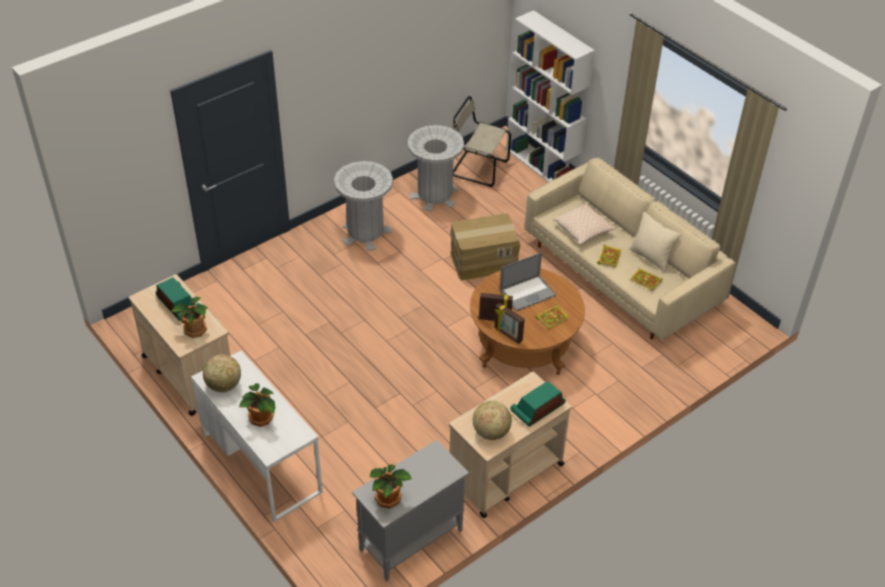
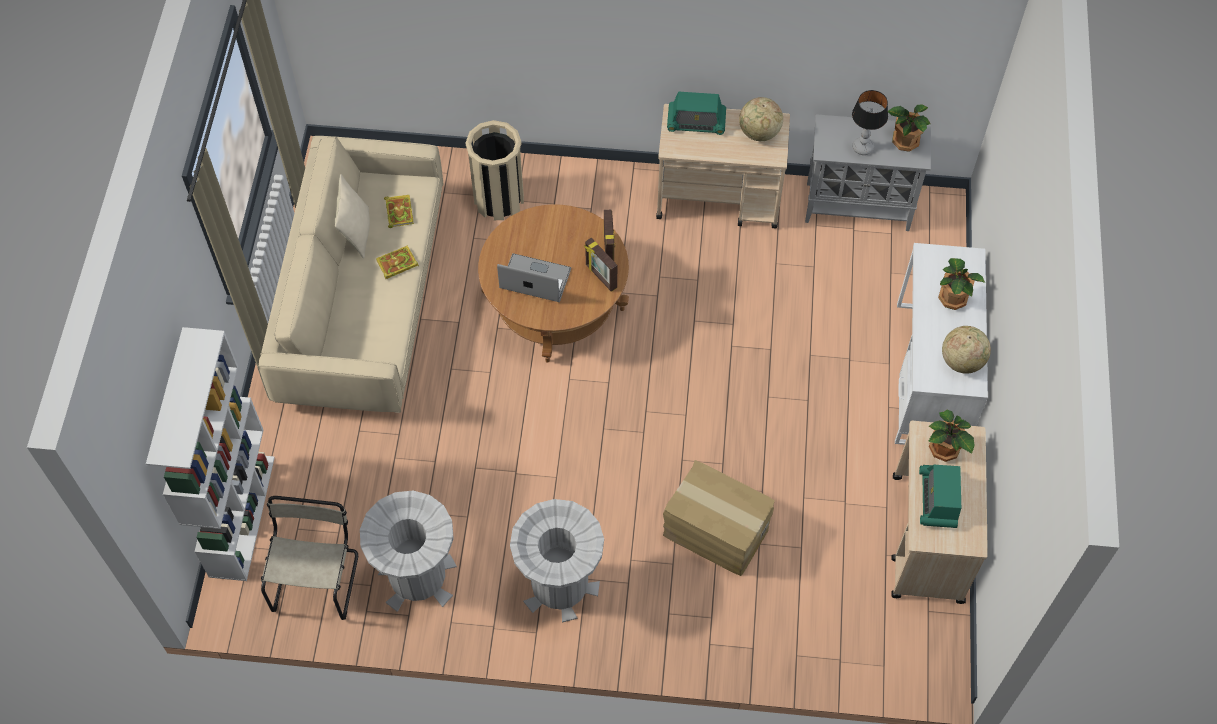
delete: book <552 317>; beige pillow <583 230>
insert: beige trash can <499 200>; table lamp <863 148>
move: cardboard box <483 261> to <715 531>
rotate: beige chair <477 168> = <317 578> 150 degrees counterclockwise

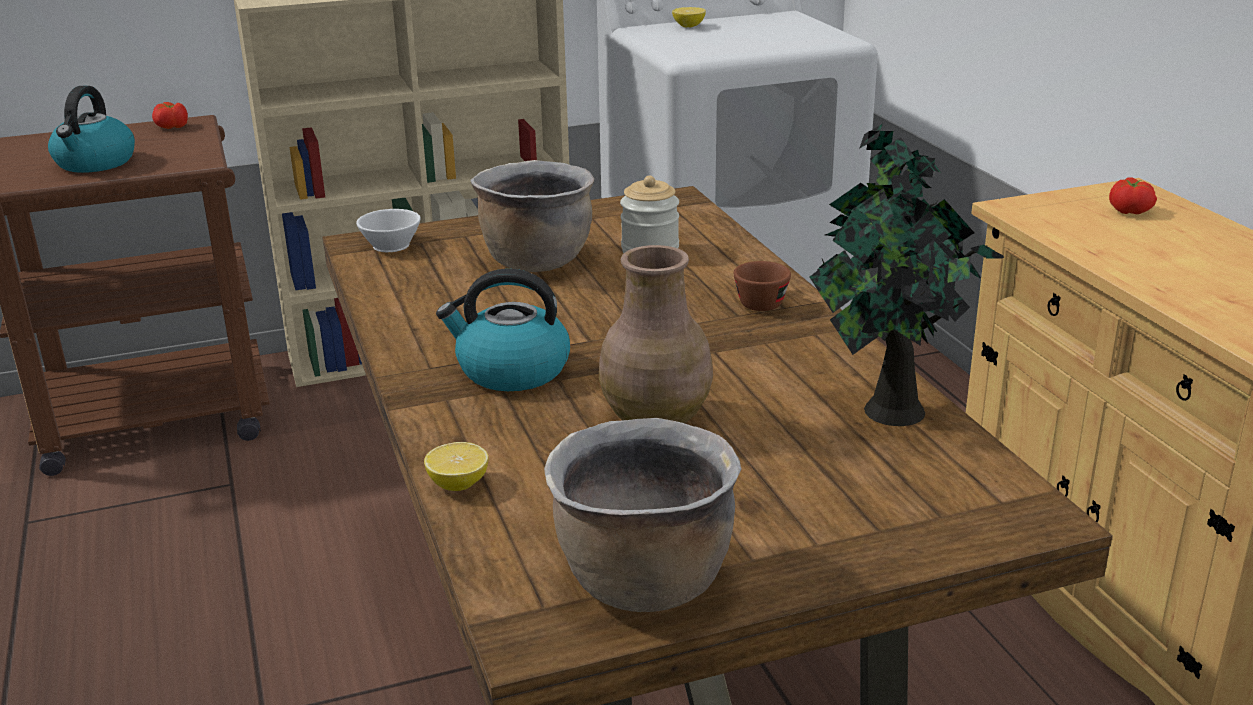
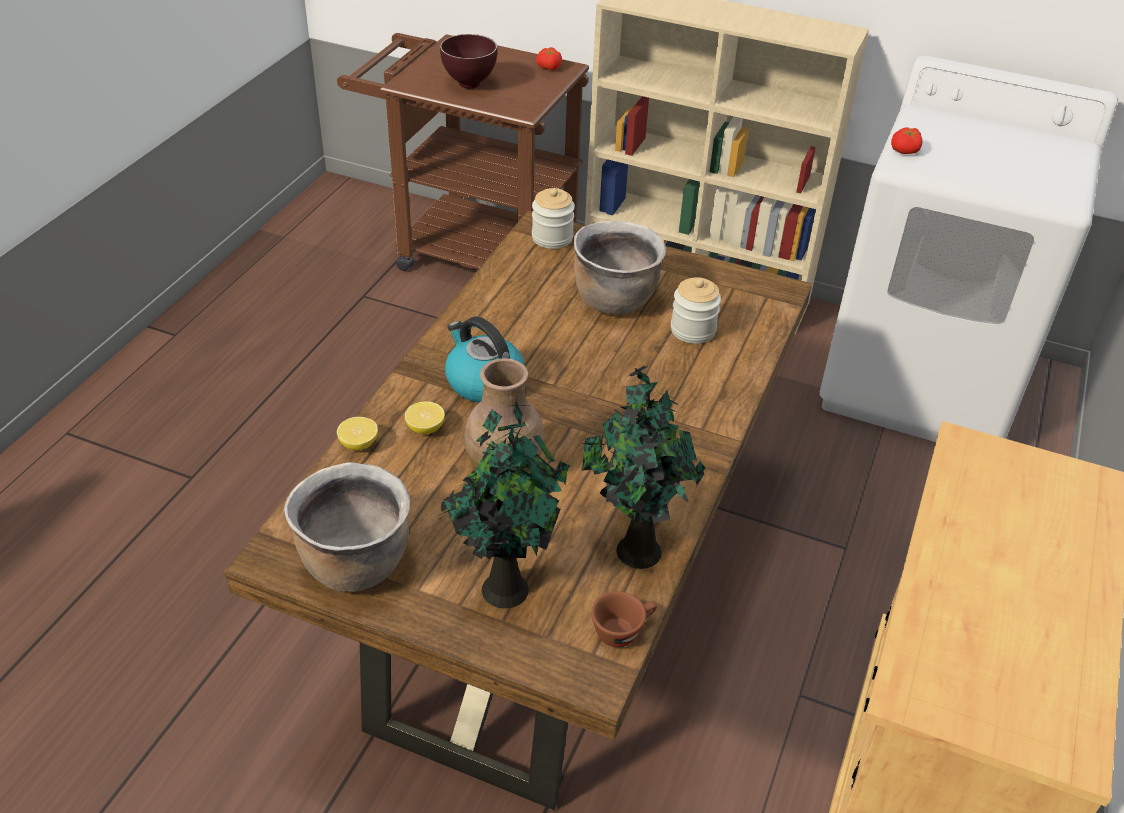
insert: potted plant <505 585>
move: lemon <689 26> to <425 428>; brown cup <762 301> to <623 630>; tomato <1130 211> to <905 151>
replace: kettle <95 163> to brown bowl <471 85>; white cup <388 244> to jar <552 238>

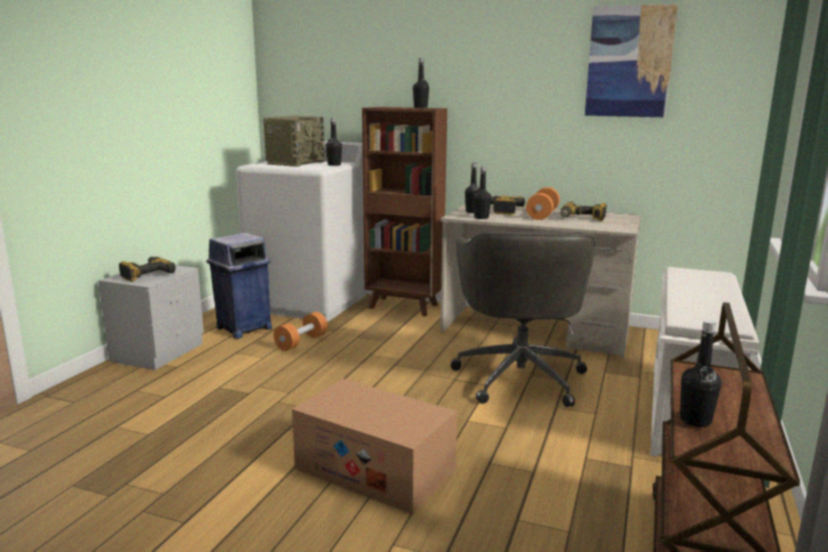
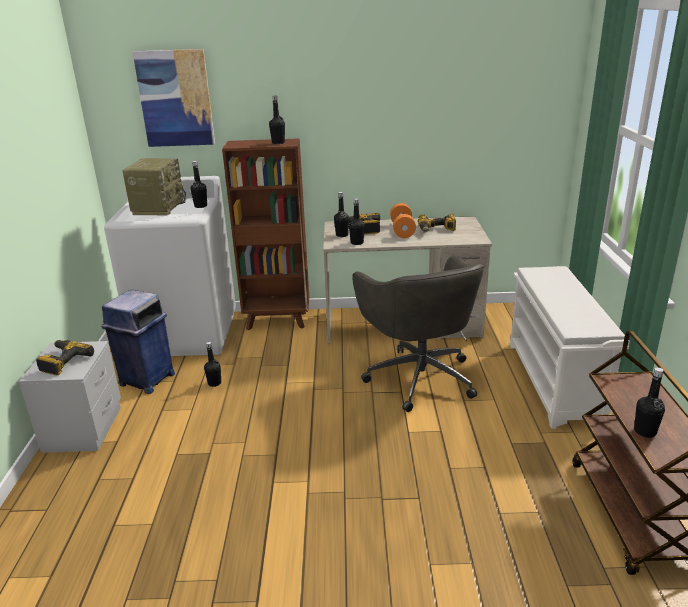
delete: cardboard box <375 469>
move: picture <629 62> to <175 99>
replace: orange dumbbell <301 342> to black bottle <214 383>

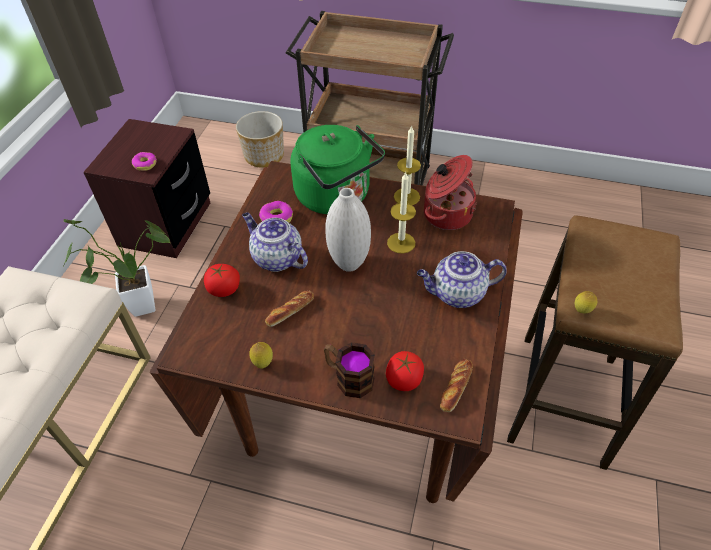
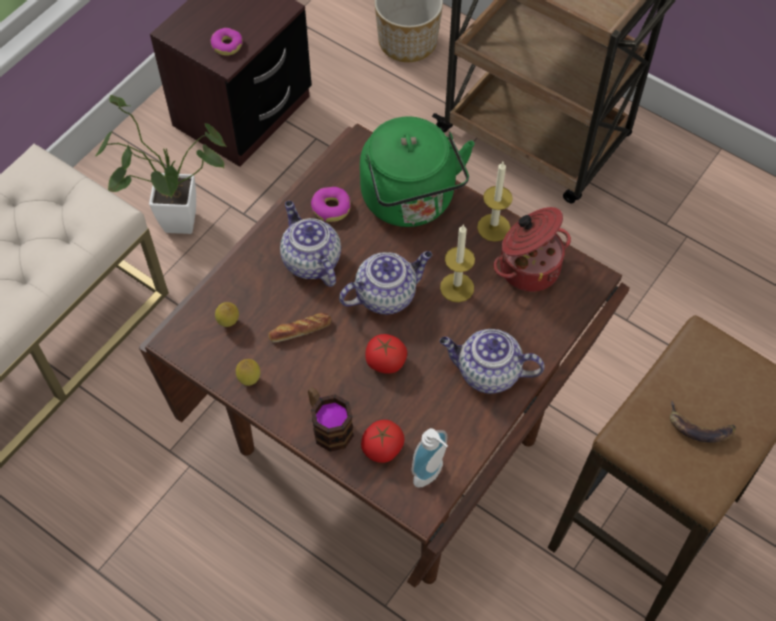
insert: banana <699 427>
move: lemon <581 311> to <228 323>; tomato <224 289> to <386 362>
replace: white vase <349 264> to teapot <386 294>; bread <456 387> to soap dispenser <431 475>

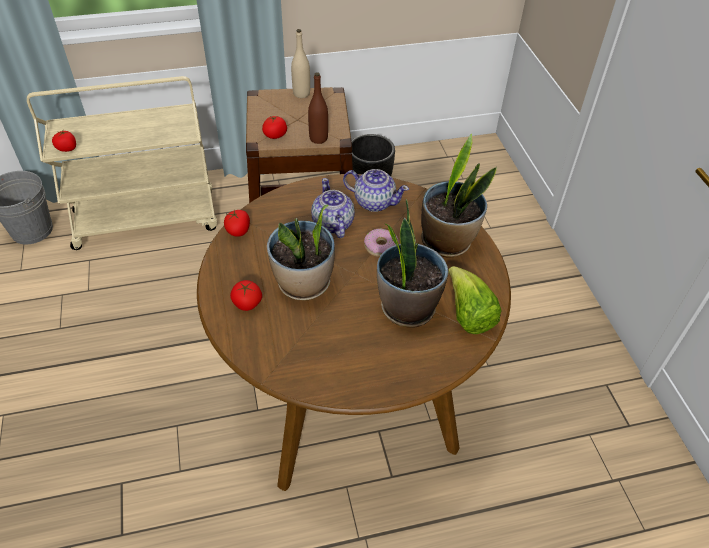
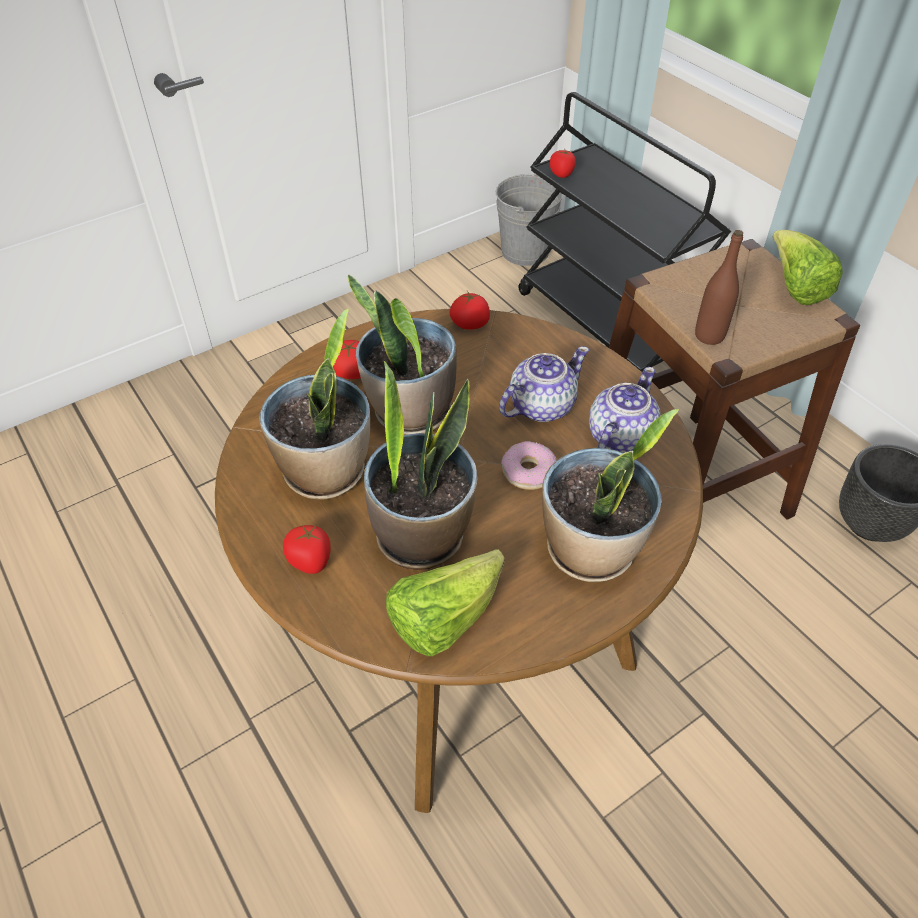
insert: potted plant <326 473>
move: tomato <275 135> to <310 561>
replace: beige bottle <301 94> to lettuce <795 287>
recolor: beige cart <147 219> to black cart <606 326>
rotate: teapot <374 202> = <619 437> 150 degrees counterclockwise

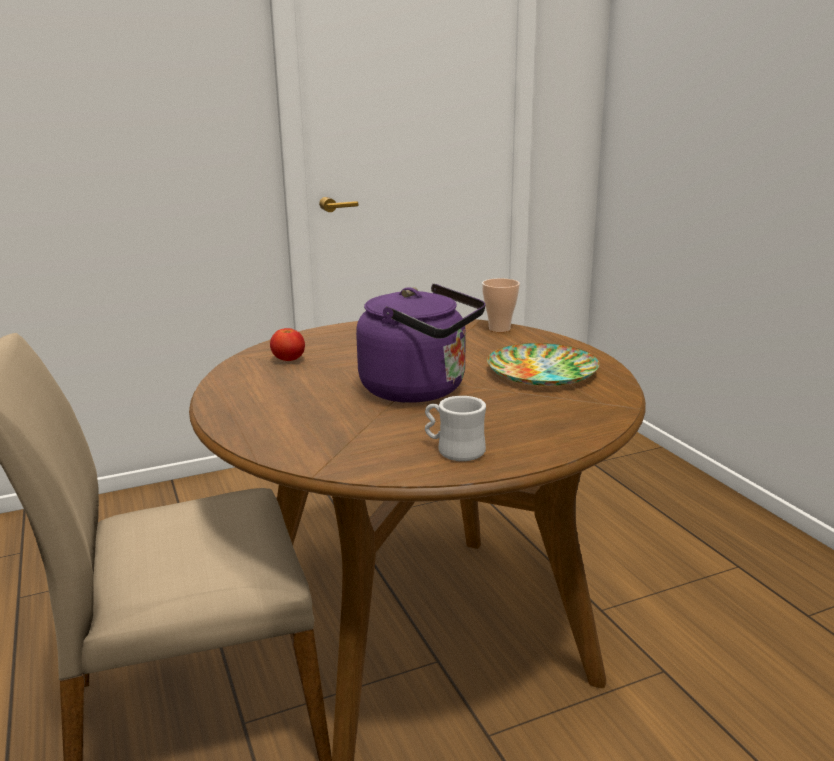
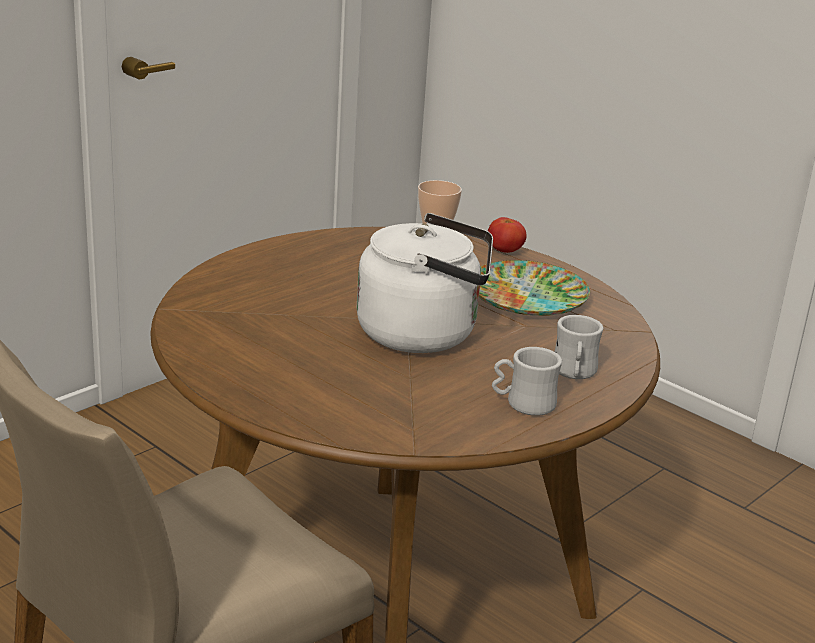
insert: white mug <574 373>
move: tomato <288 360> to <505 251>
recolor: purple kettle <420 390> to white kettle <424 334>

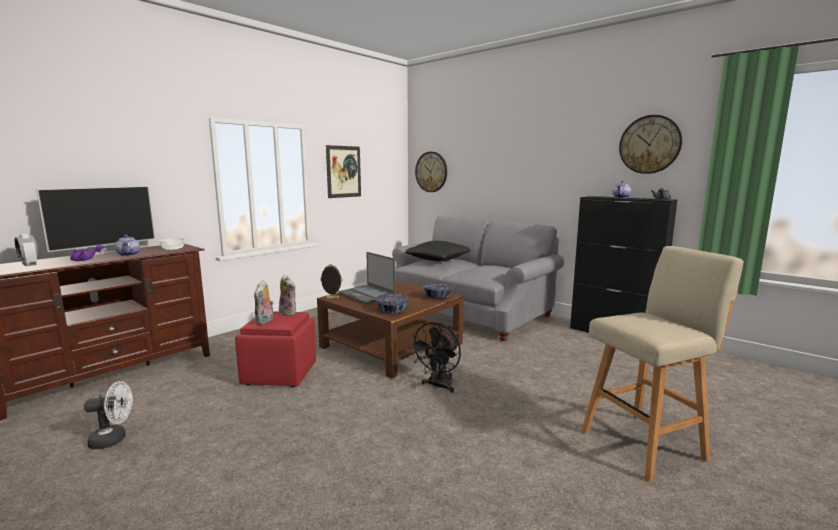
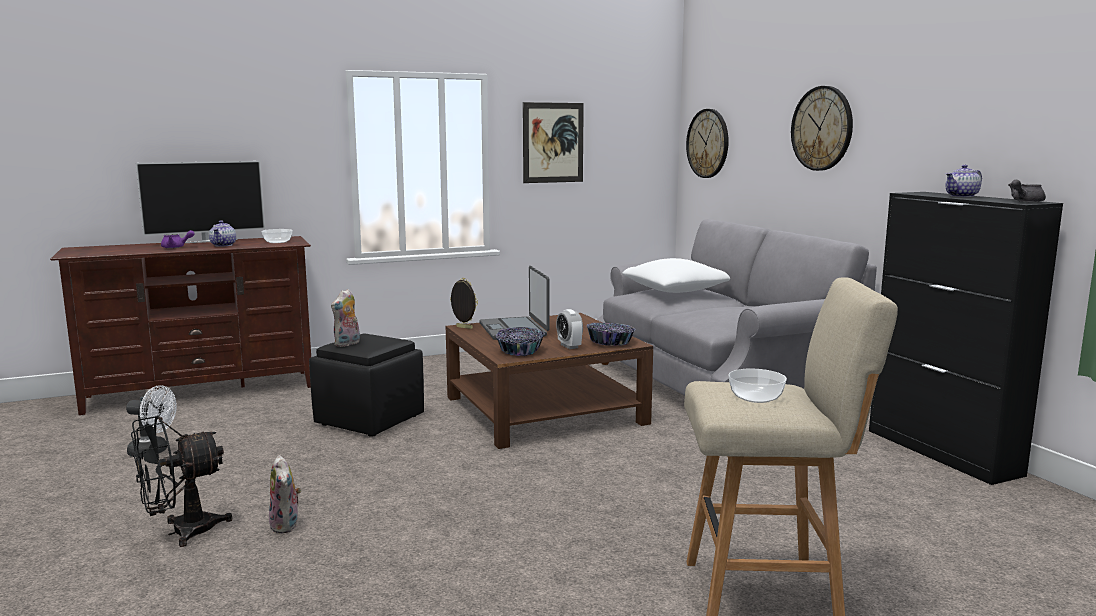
insert: bowl <756 397>
move: black fan <438 386> to <181 532>; plush toy <289 313> to <287 525>; alarm clock <29 264> to <569 346>; wall clock <649 144> to <822 128>
recolor: red ottoman <279 373> to black ottoman <369 419>; black pillow <438 260> to white pillow <675 290>

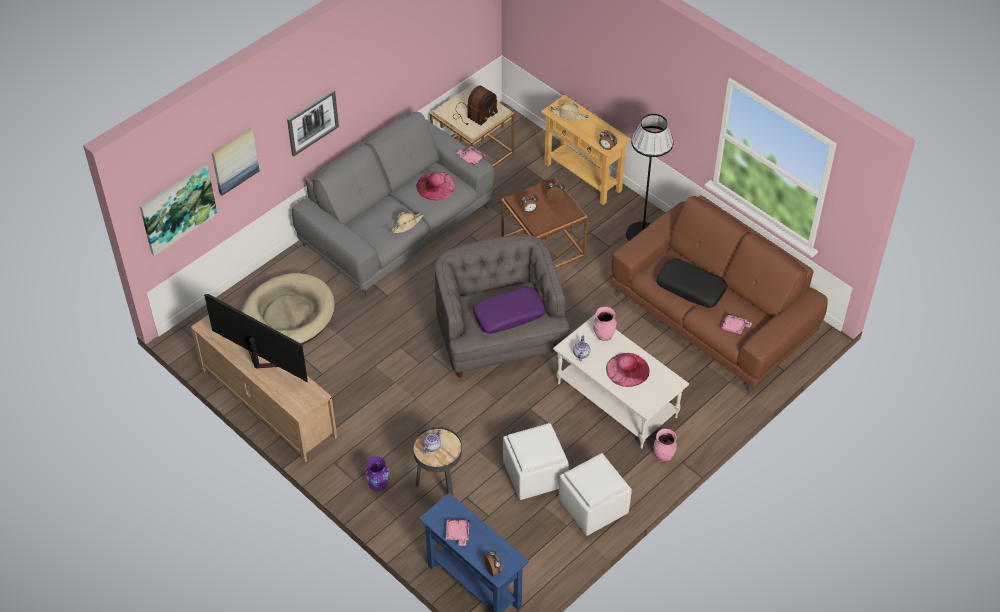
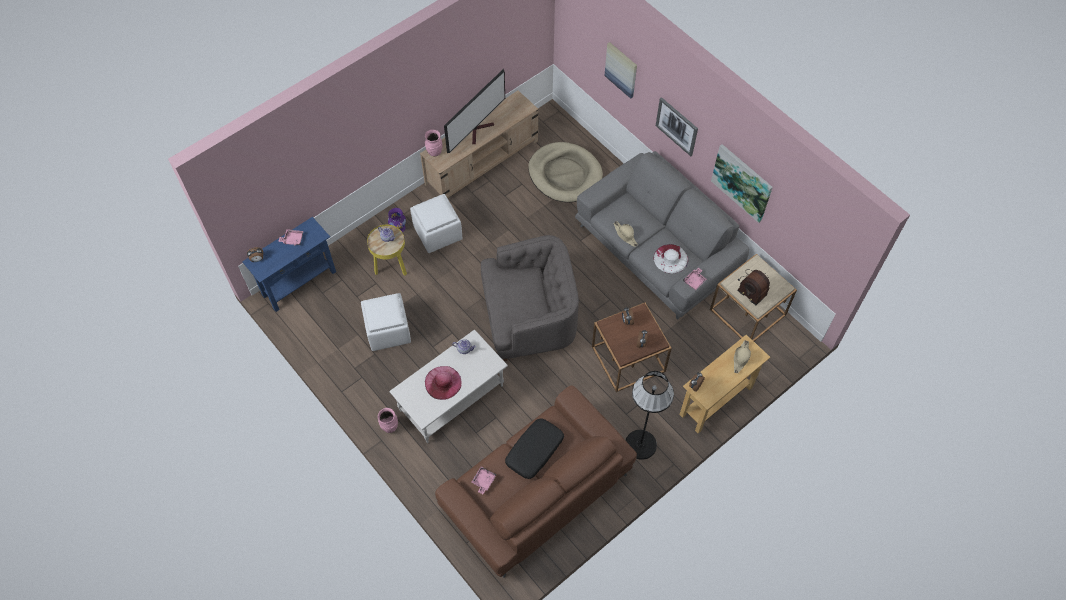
delete: purple pillow <509 315>
move: white ottoman <592 507> to <438 232>; pink vase <604 335> to <434 152>; picture <177 208> to <742 182>
recolor: black side table <439 483> to yellow side table <391 266>; pink hat <436 186> to white hat <670 258>

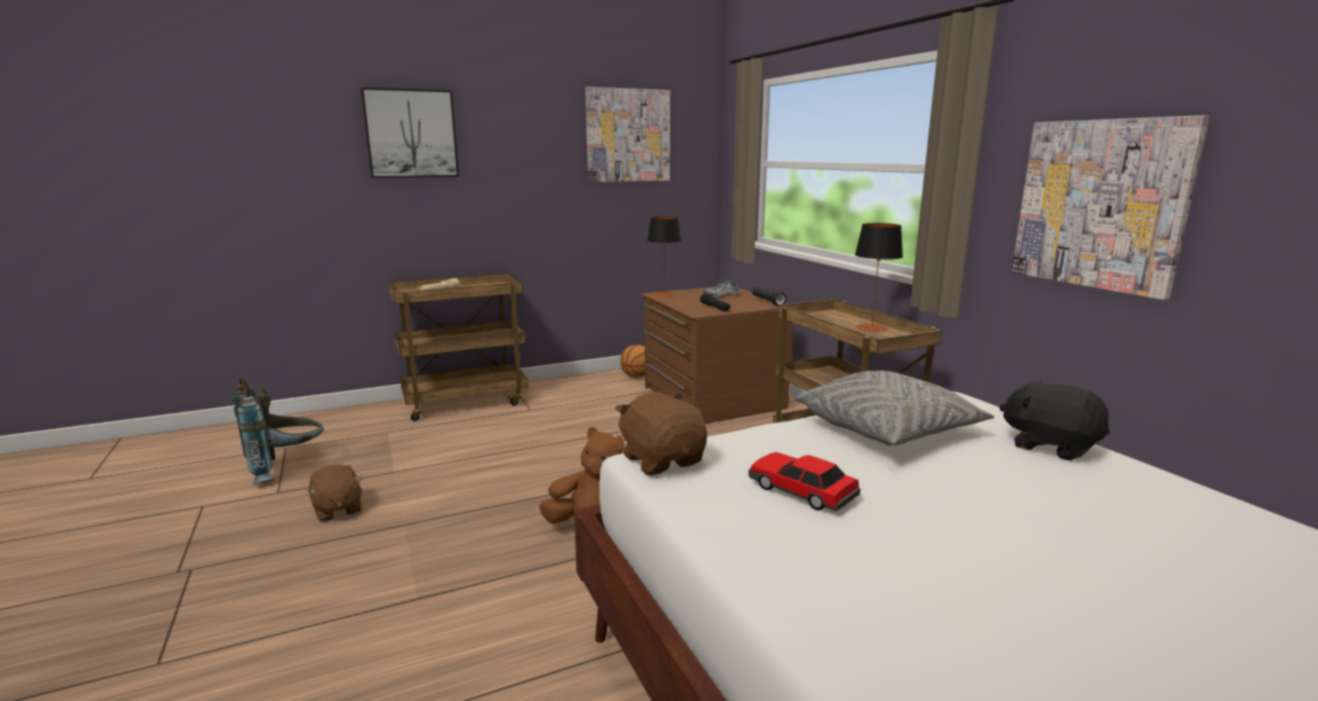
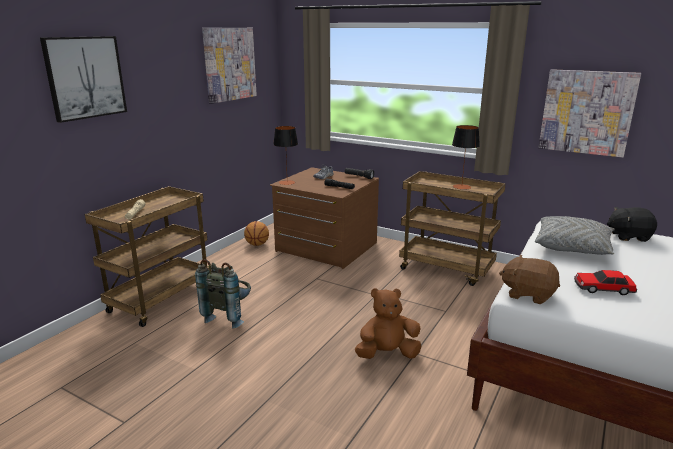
delete: brown plush toy <337 509>
move: grey backpack <286 468> to <229 315>

